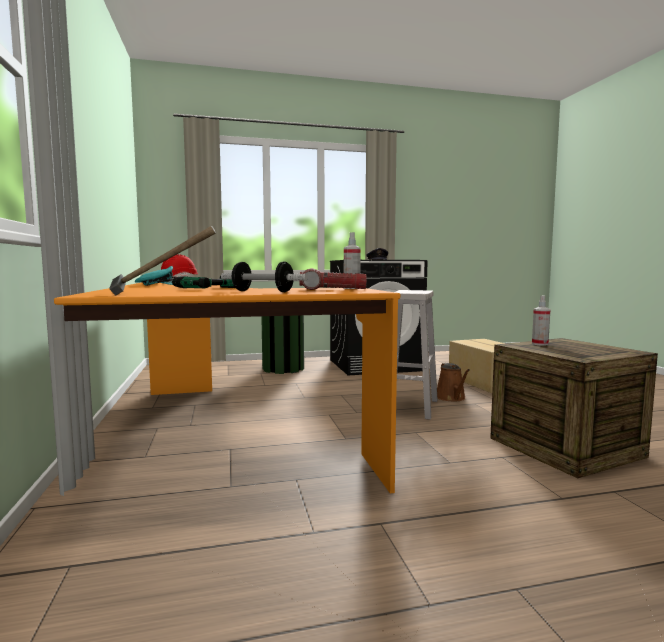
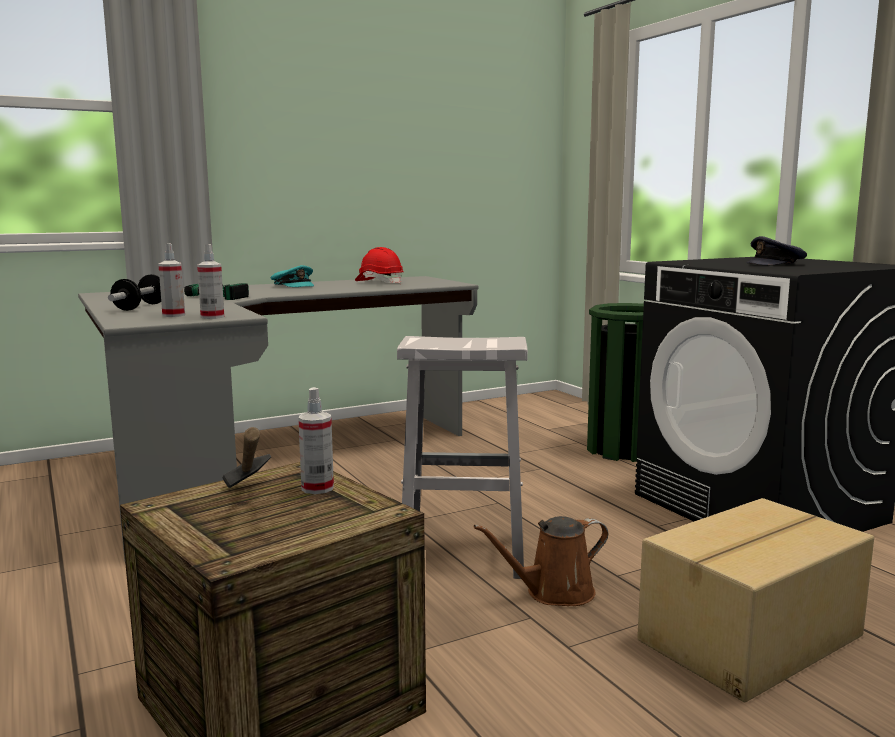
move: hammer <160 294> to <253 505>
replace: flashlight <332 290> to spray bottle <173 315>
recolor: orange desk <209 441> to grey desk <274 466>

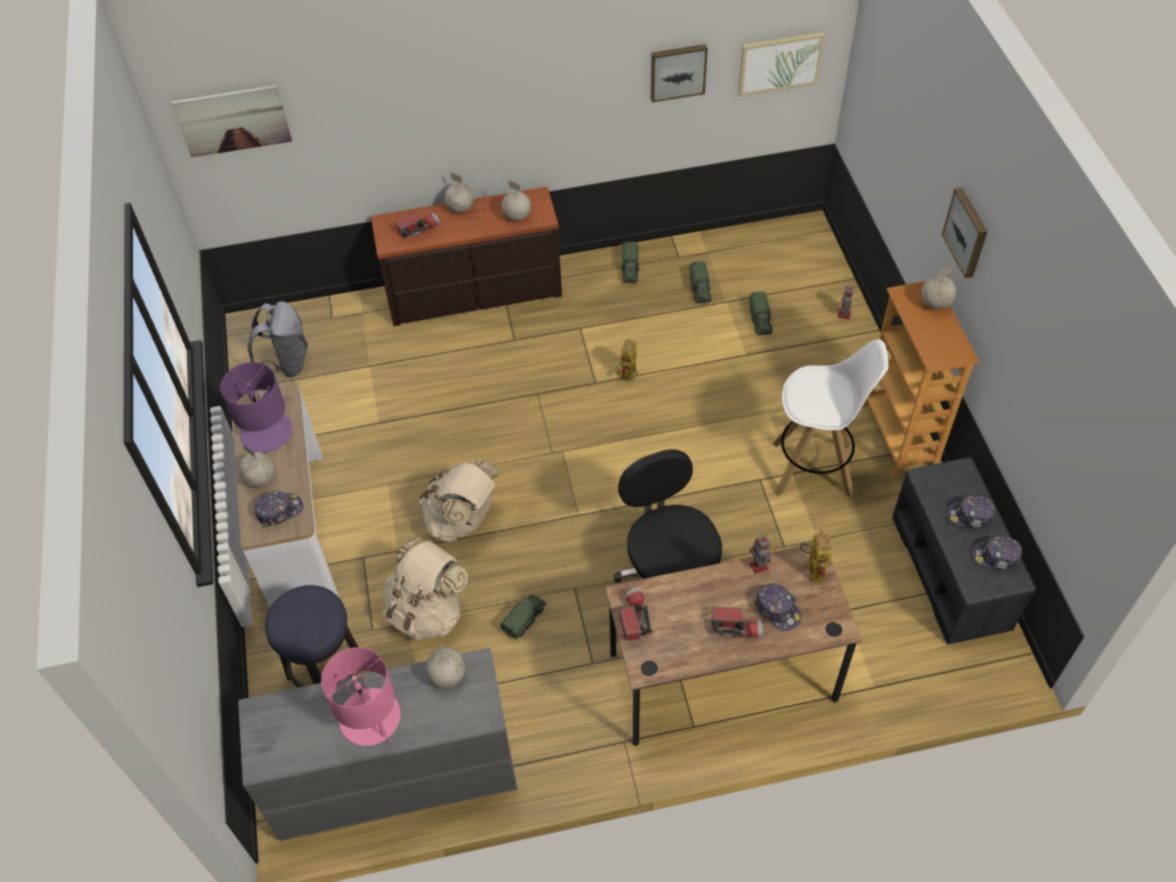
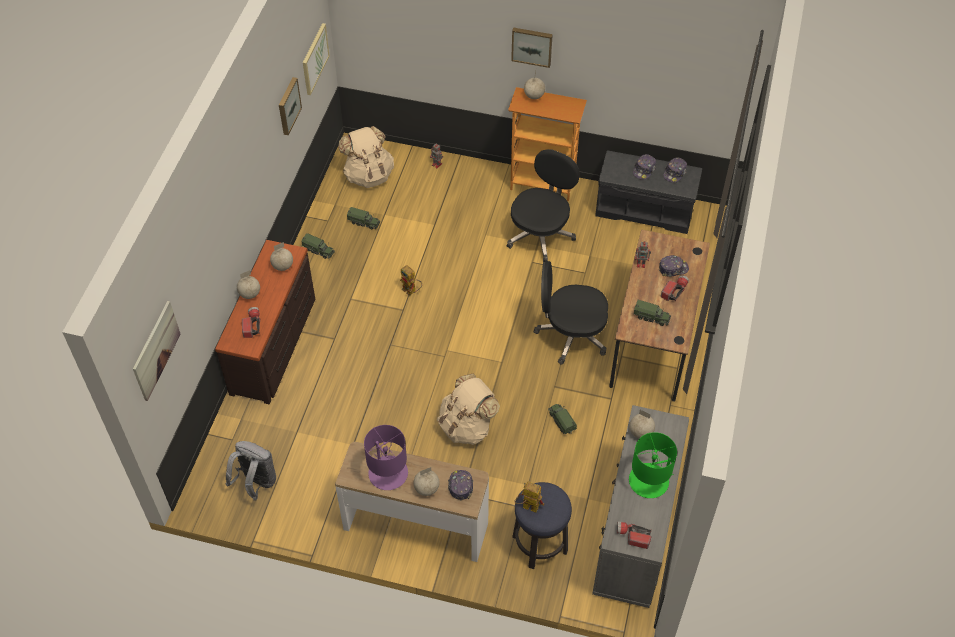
move: beige backpack <427 611> to <368 175>; toy robot <813 568> to <527 506>; flashlight <634 618> to <632 537>; toy truck <760 320> to <651 317>
replace: white stool <814 469> to black office chair <541 234>
recolor: pink table lamp <370 718> to green table lamp <649 481>

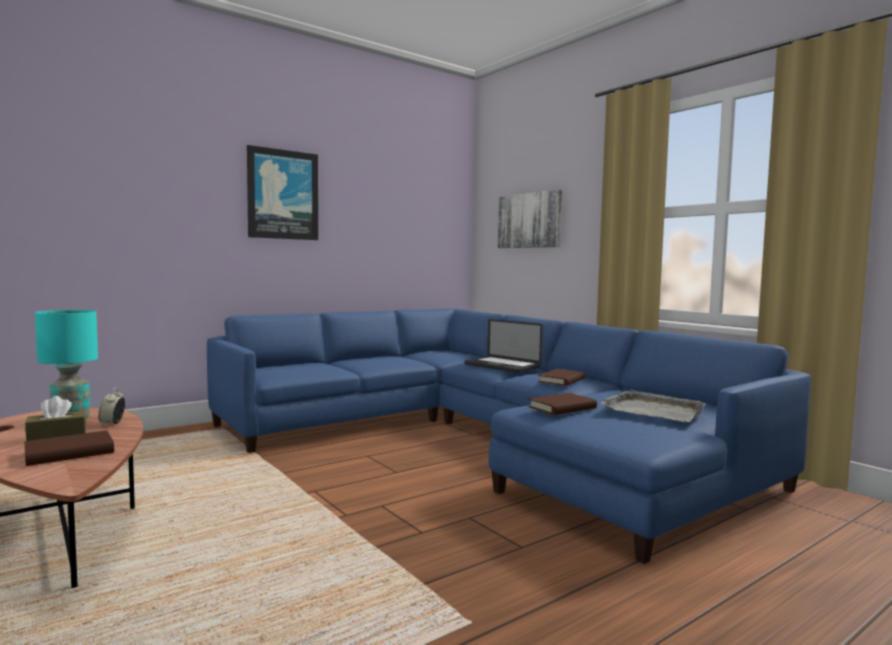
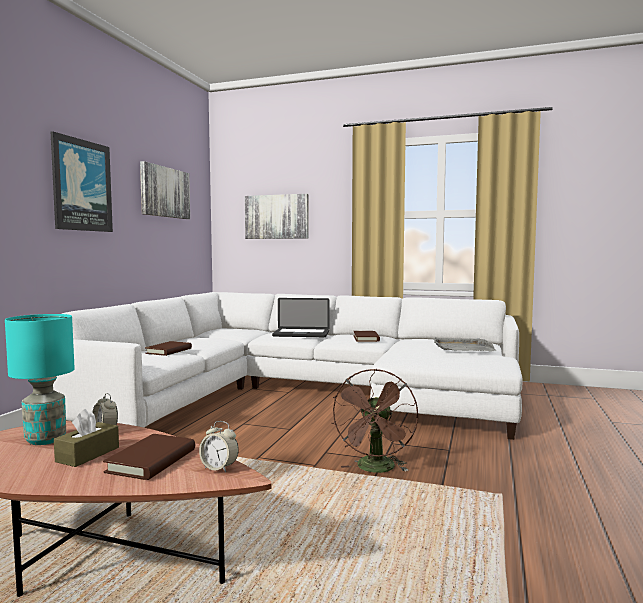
insert: picture <164 192>; alarm clock <219 468>; brown fan <376 469>
move: brown book <562 408> to <169 351>
recolor: blue sofa <482 439> to white sofa <302 394>

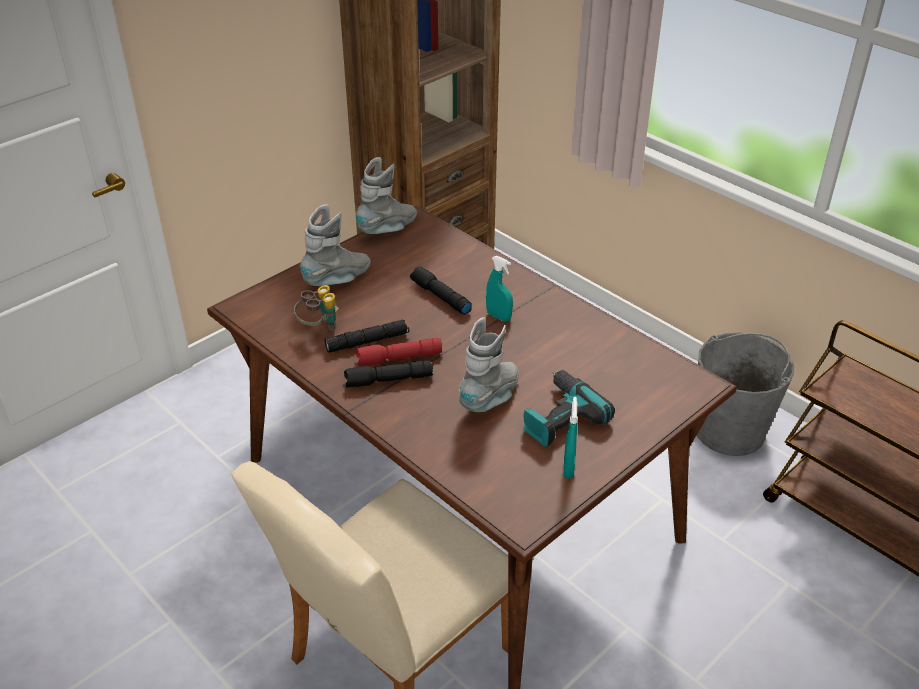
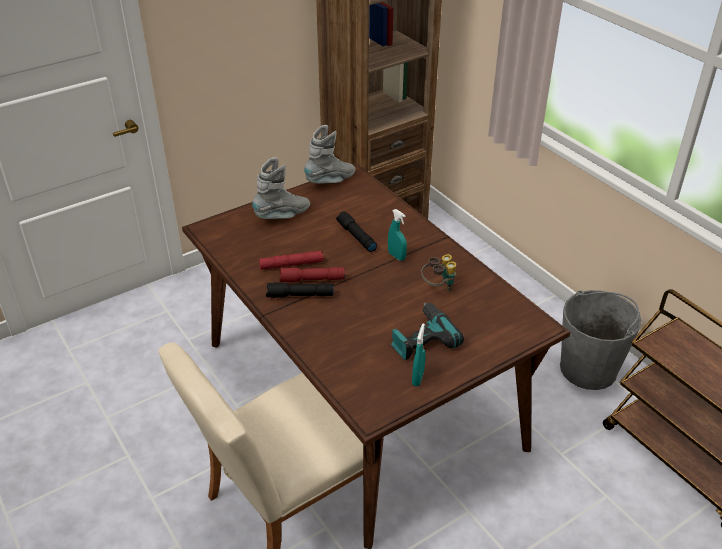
delete: grey boot <491 398>
move: binoculars <319 327> to <438 287>
recolor: black flashlight <367 342> to red flashlight <292 264>

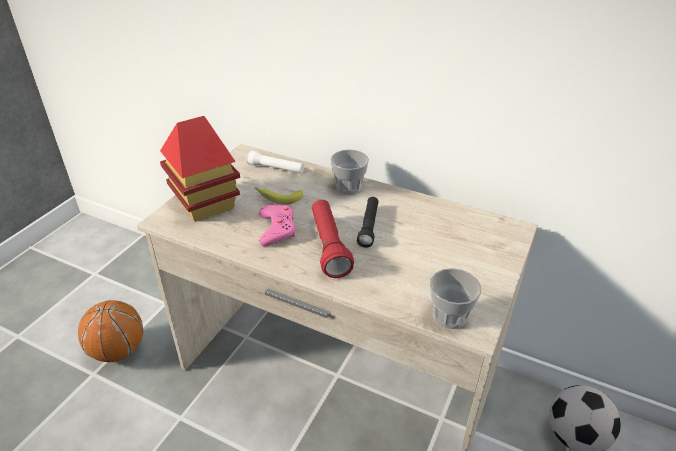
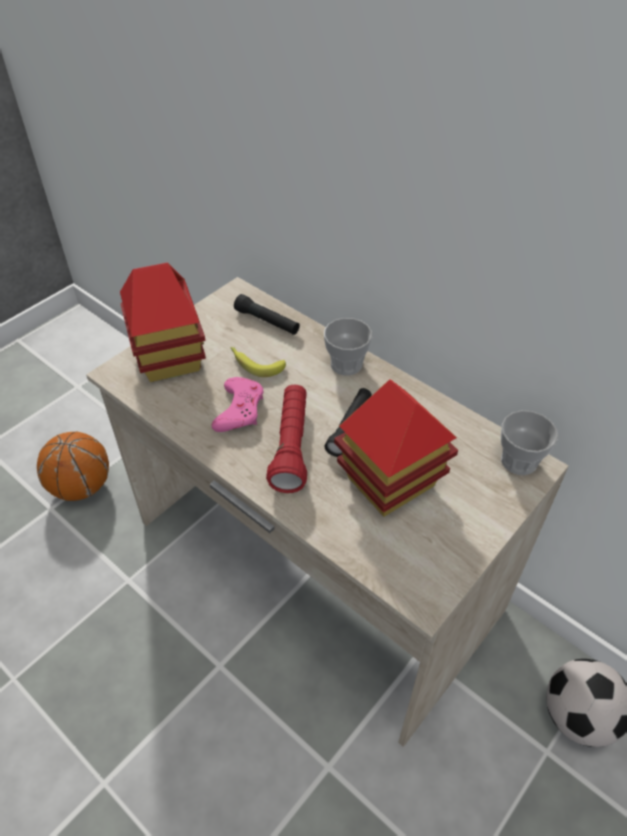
insert: toy house <390 482>
move: cup <449 316> to <519 461>
recolor: white flashlight <276 168> to black flashlight <267 322>

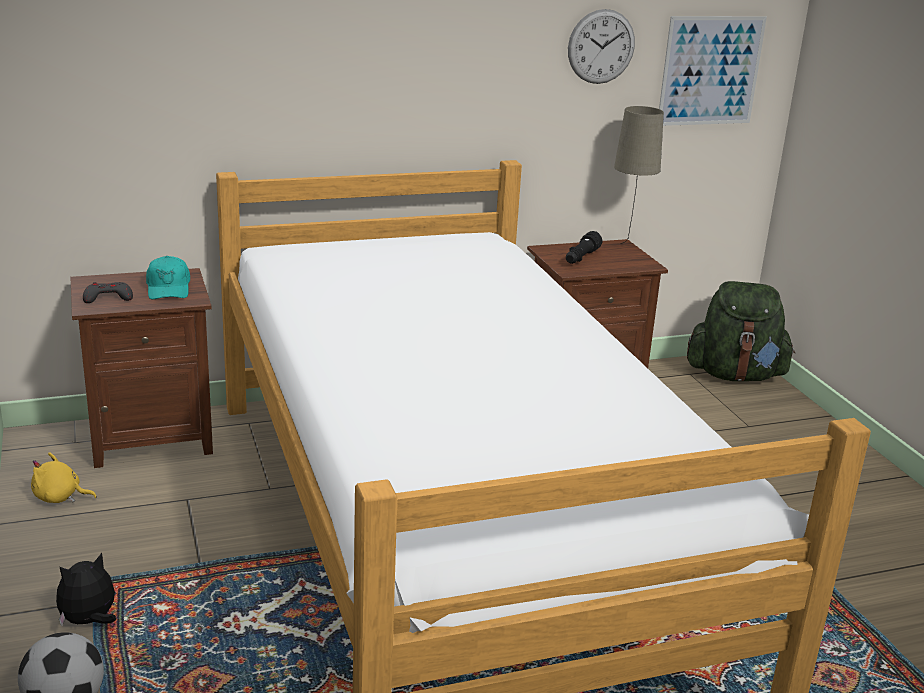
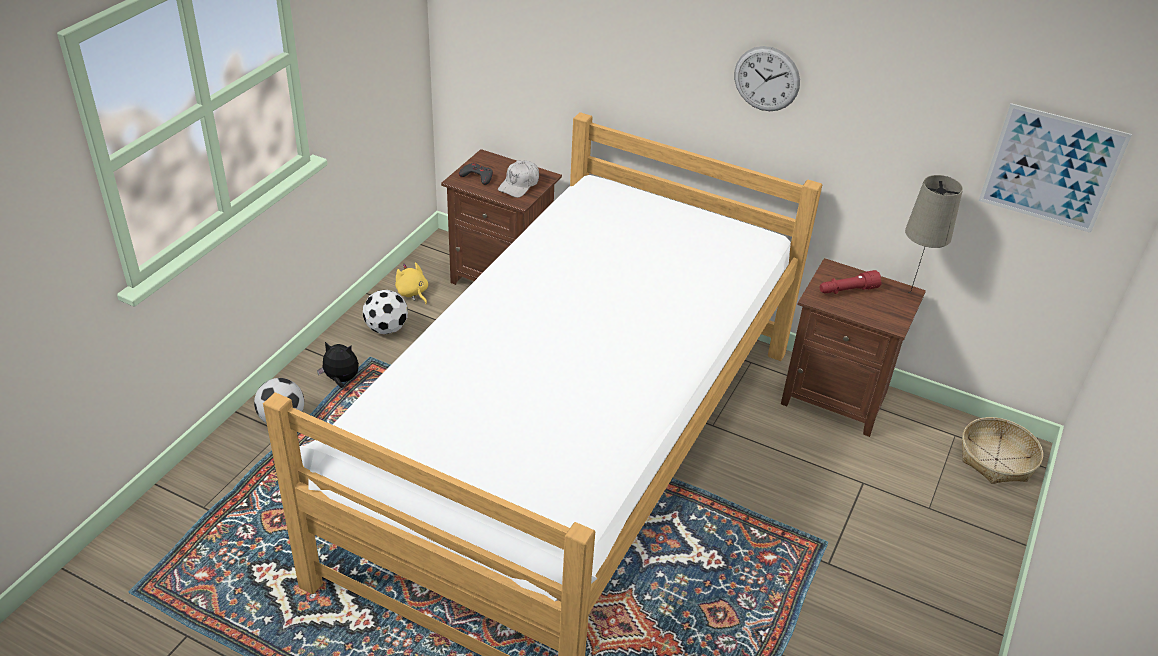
insert: football <386 328>
move: wall clock <601 46> to <766 79>
replace: green backpack <735 375> to basket <996 459>
recolor: turquoise cap <169 288> to white cap <519 185>; black flashlight <581 258> to red flashlight <847 290>

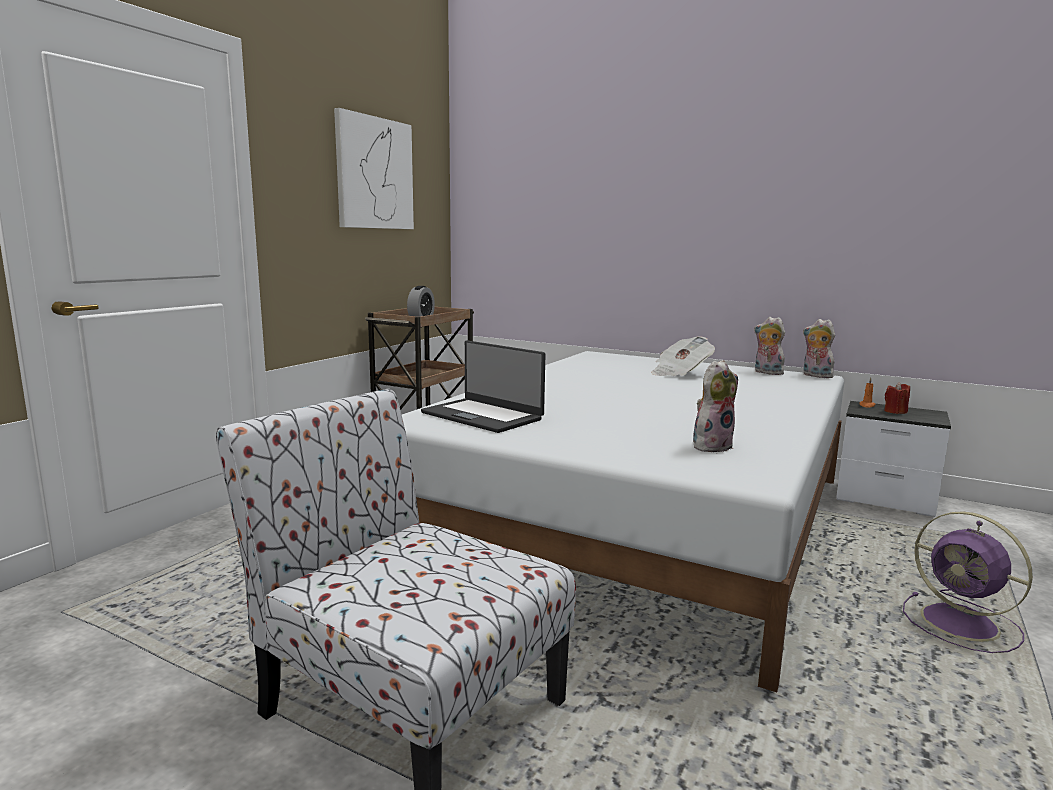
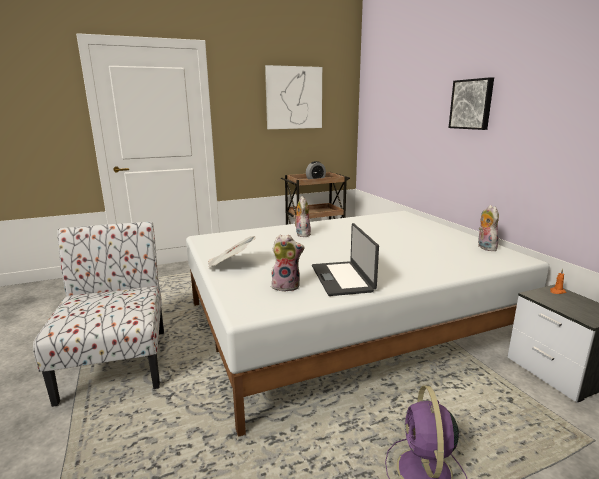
delete: red candle <895 411>
insert: picture <472 104>
move: newspaper <680 373> to <230 264>; plush toy <815 376> to <301 234>; laptop <483 416> to <343 278>

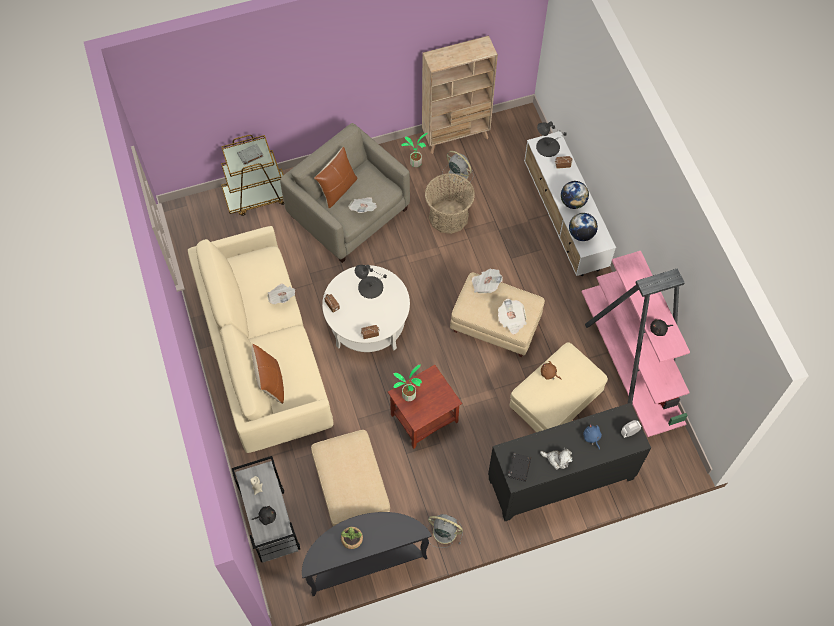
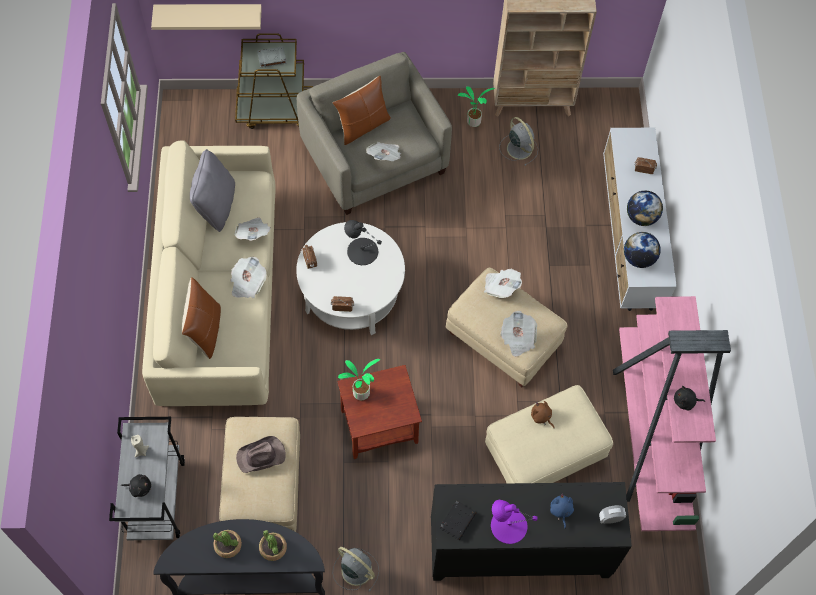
delete: basket <448 216>; black table lamp <547 147>
insert: beige shelf <209 13>; grey pillow <216 206>; newspaper <247 283>; brown hat <261 456>; potted plant <273 548>
replace: plush toy <557 460> to purple table lamp <508 525>

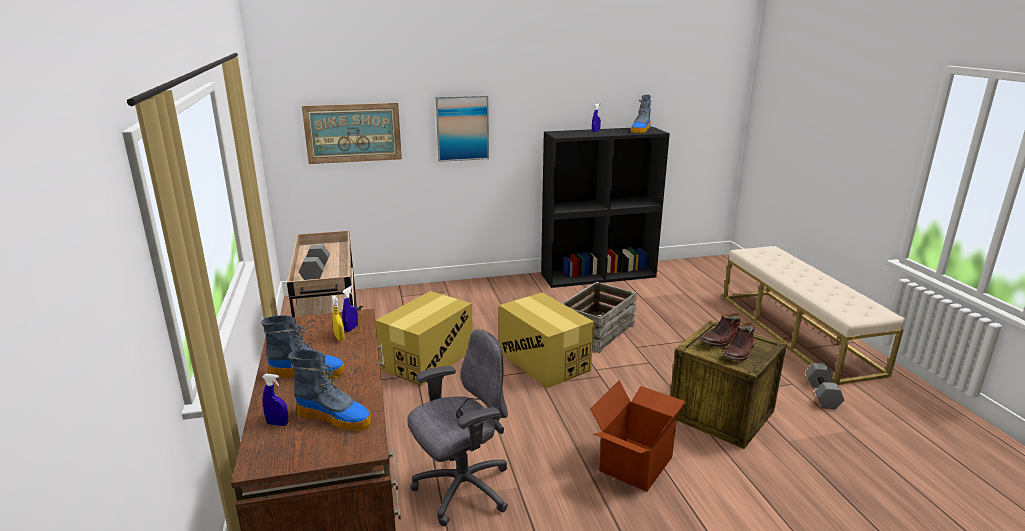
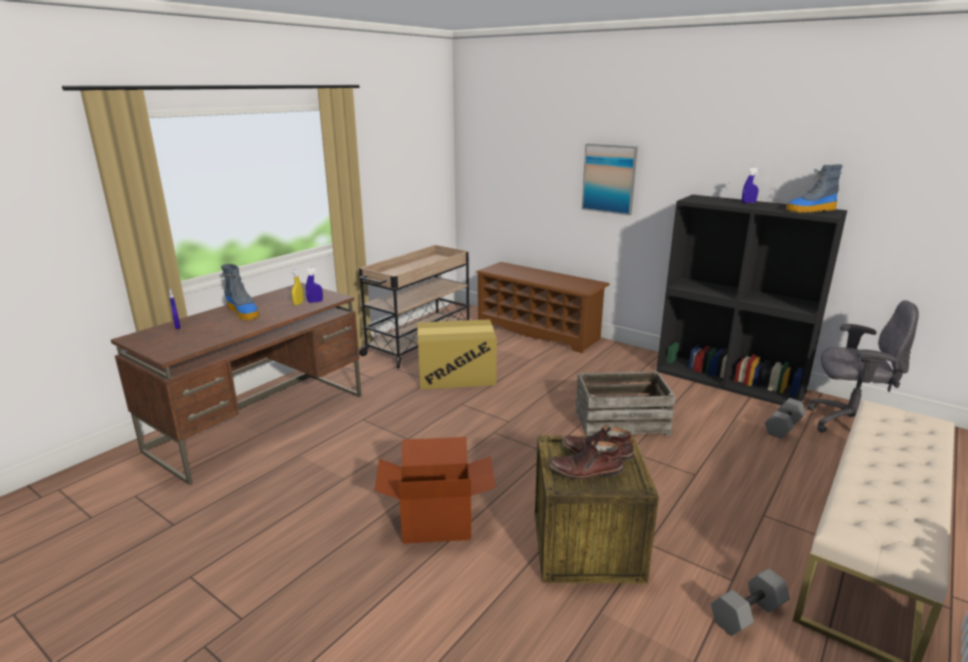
delete: boot <335 418>; picture <353 133>; cardboard box <543 361>
insert: brown shoe rack <538 332>
move: grey dumbbell <316 272> to <784 427>; grey office chair <461 489> to <847 423>

